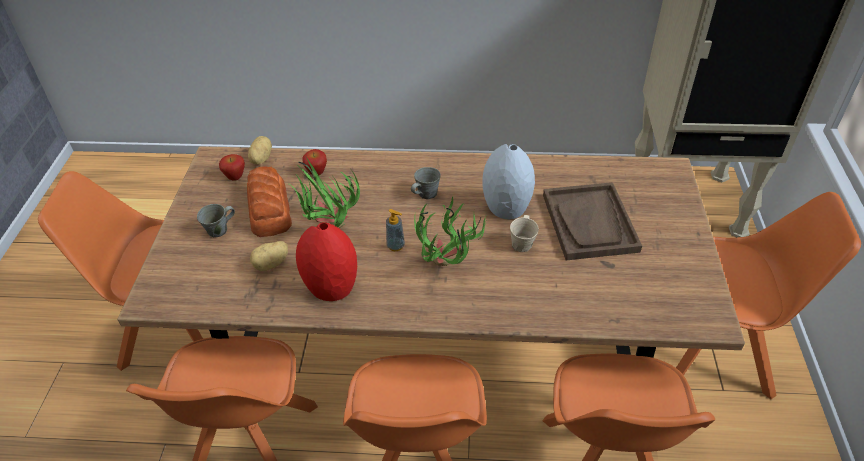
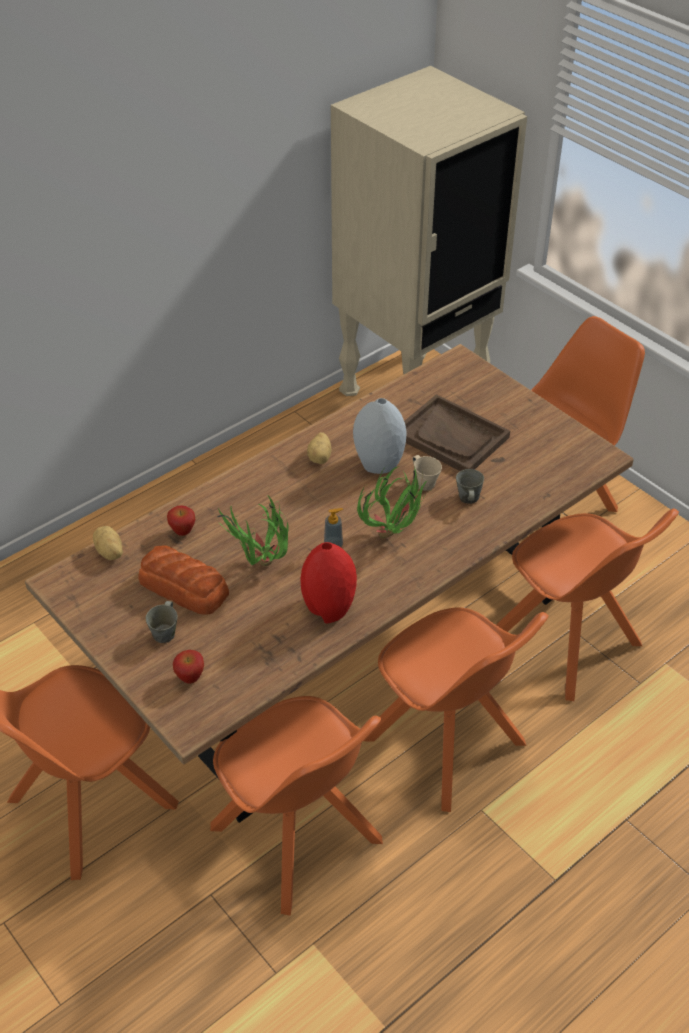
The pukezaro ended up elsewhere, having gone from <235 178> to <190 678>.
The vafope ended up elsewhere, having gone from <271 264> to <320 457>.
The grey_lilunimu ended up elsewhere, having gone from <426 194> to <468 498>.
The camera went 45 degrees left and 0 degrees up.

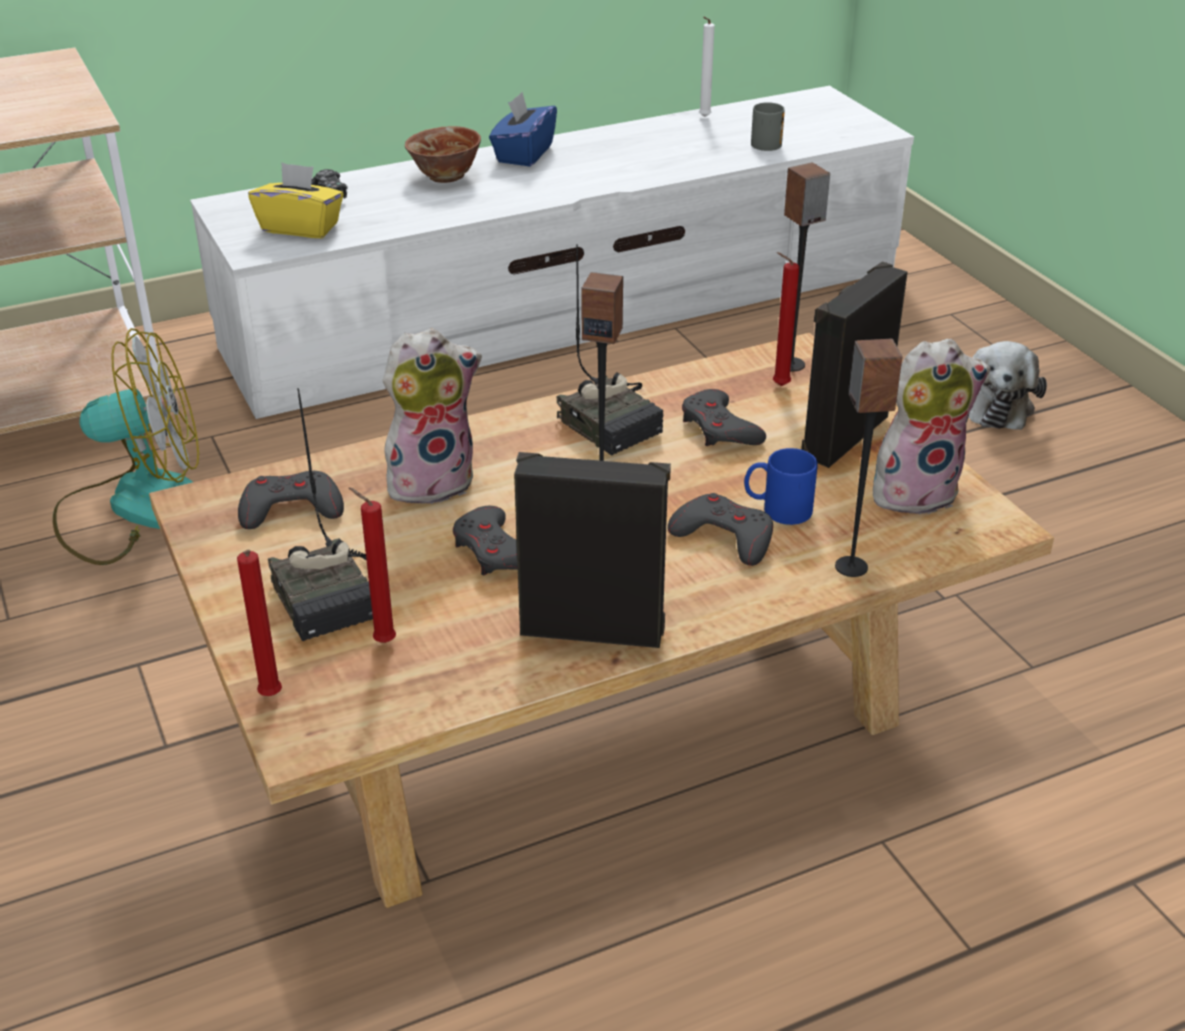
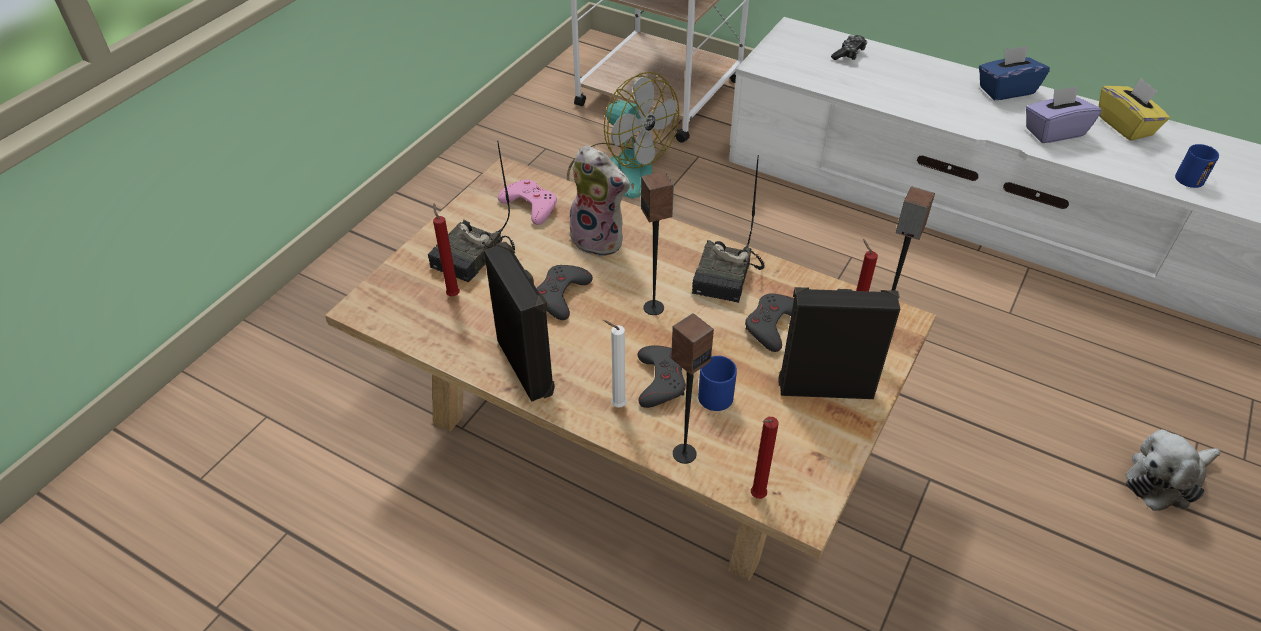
What was the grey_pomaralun at <290 508> turned into the pink_pomaralun at <530 205>.
The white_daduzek ended up elsewhere, having gone from <703 117> to <616 405>.
The red_daduzek ended up elsewhere, having gone from <270 698> to <756 497>.
The second view gained the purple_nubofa at <1053 132>.
The yellow_nubofa ended up elsewhere, having gone from <300 227> to <1125 125>.
What was the grey_lilunimu at <764 142> turned into the blue_lilunimu at <1192 176>.
The second view lost the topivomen at <445 176>.
The second view lost the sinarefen at <915 491>.
The camera went 55 degrees right and 10 degrees up.

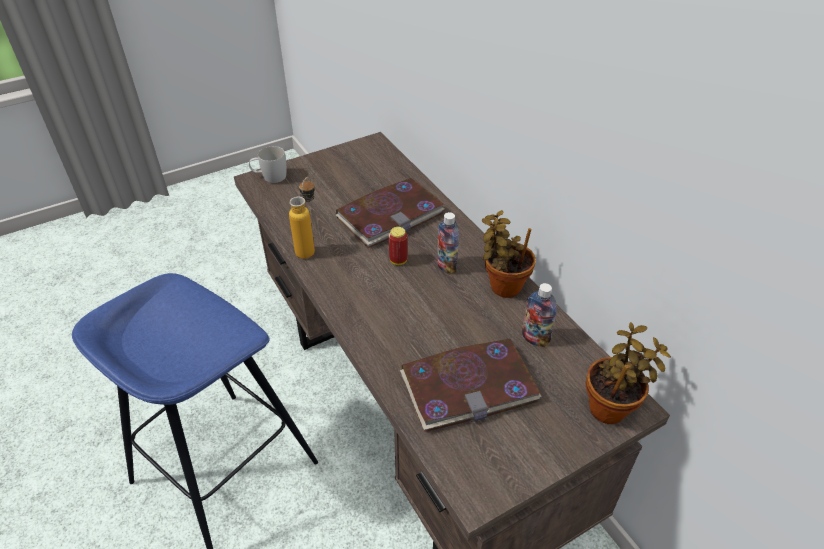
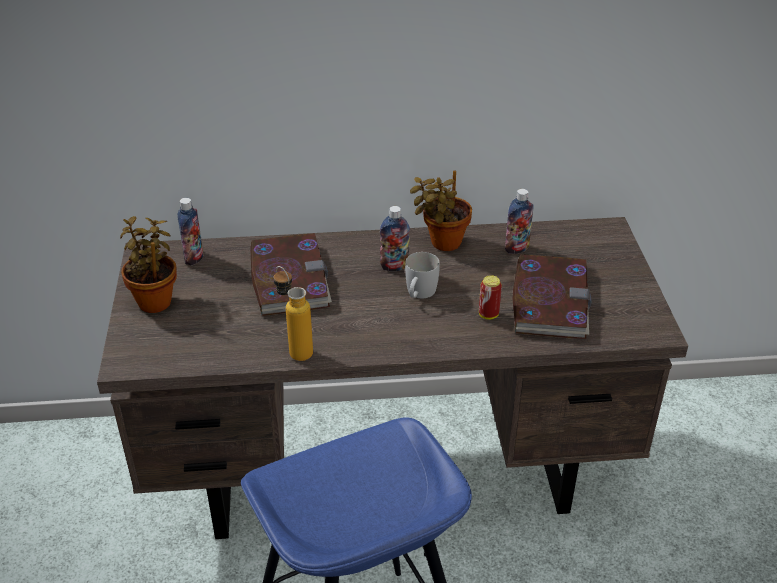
The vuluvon ended up elsewhere, having gone from <611 407> to <155 300>.
The second view gained the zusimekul at <194 258>.
The white_lilunimu ended up elsewhere, having gone from <269 177> to <419 294>.
The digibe ended up elsewhere, having gone from <398 260> to <488 315>.
The camera went 65 degrees left and 5 degrees down.

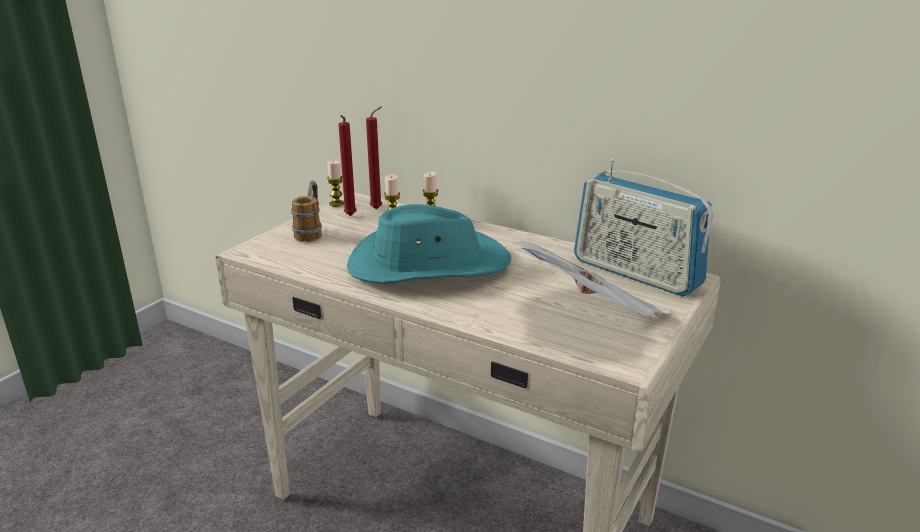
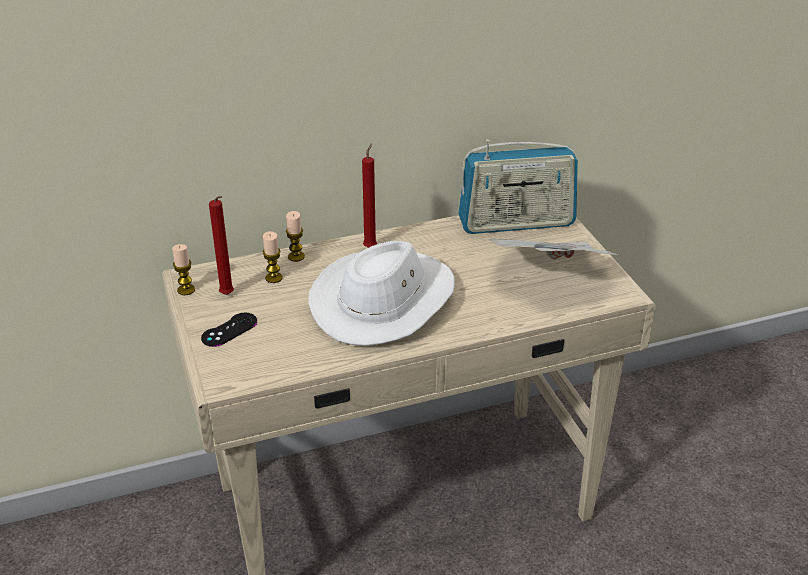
Where the lilunimu stood at <311 231>, the black_pomaralun came to stand at <229 330>.
What was the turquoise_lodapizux at <428 264> turned into the white_lodapizux at <384 300>.
The red_daduzek ended up elsewhere, having gone from <378 209> to <371 247>.
The camera went 50 degrees left and 10 degrees up.

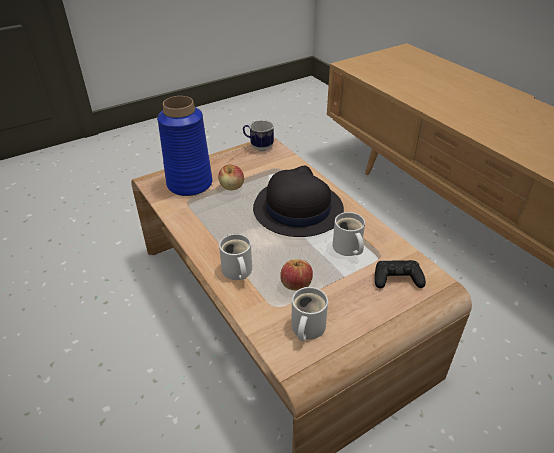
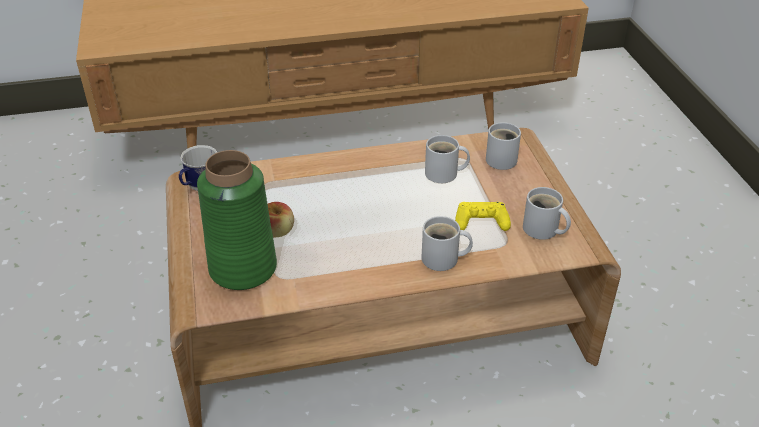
What was the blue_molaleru at <190 184> turned into the green_molaleru at <243 268>.
Where the pukezaro stood at <296 284>, the yellow_pomaralun came to stand at <481 222>.
Where the black_pomaralun stood at <397 279>, the white_lilunimu came to stand at <501 158>.
The second view lost the black_lodapizux at <297 209>.
The camera went 70 degrees left and 0 degrees up.

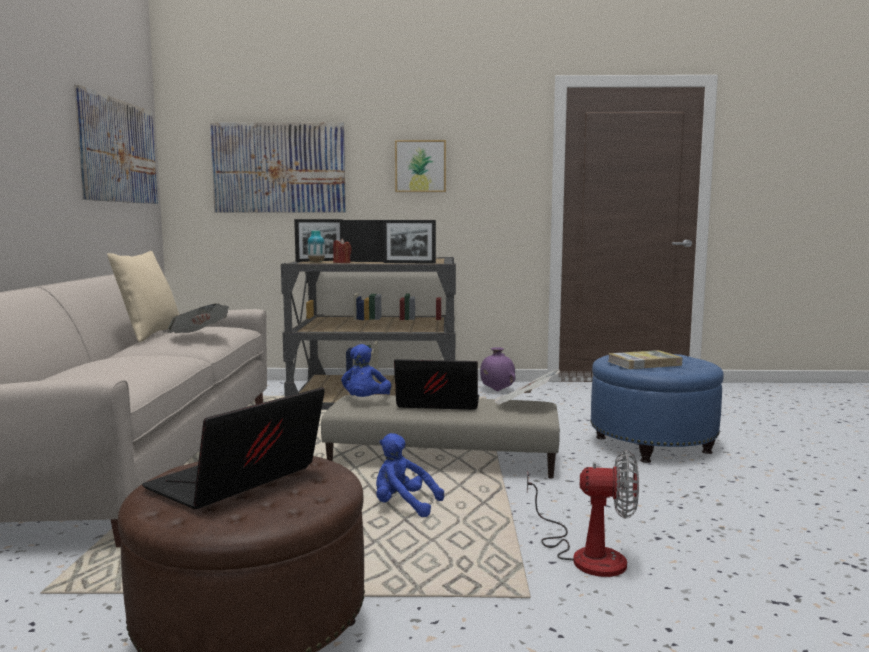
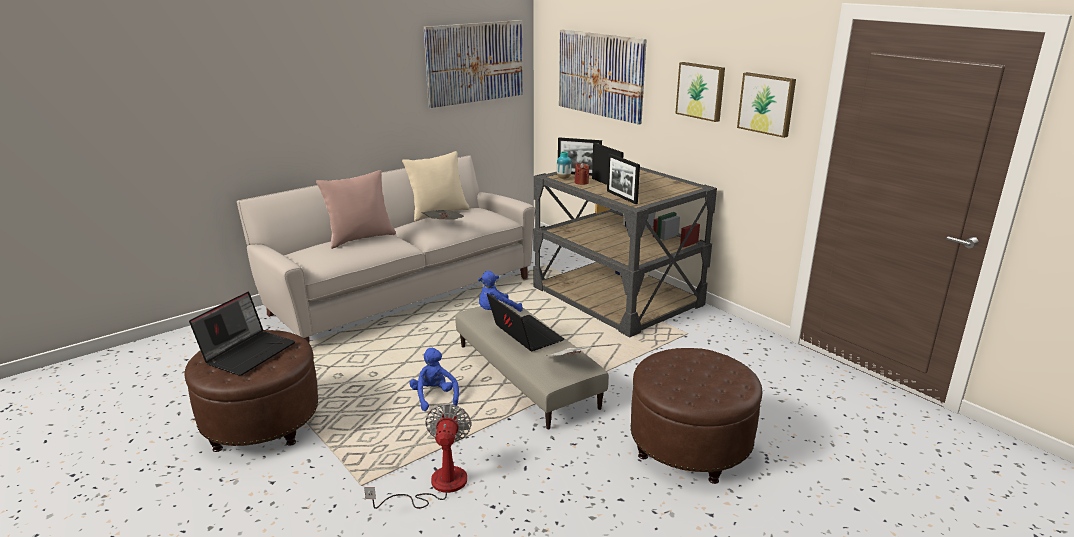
The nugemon at <236 482> ended up facing another way, 120 degrees clockwise from before.
The second view gained the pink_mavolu at <360 238>.
The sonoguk at <586 554> ended up facing another way, 150 degrees counterclockwise from before.
What was the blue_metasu at <652 444> turned into the brown_metasu at <690 447>.
The second view gained the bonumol at <767 104>.
The second view lost the purple_molaleru at <496 391>.
The second view lost the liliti at <644 363>.
The camera went 50 degrees right and 15 degrees up.

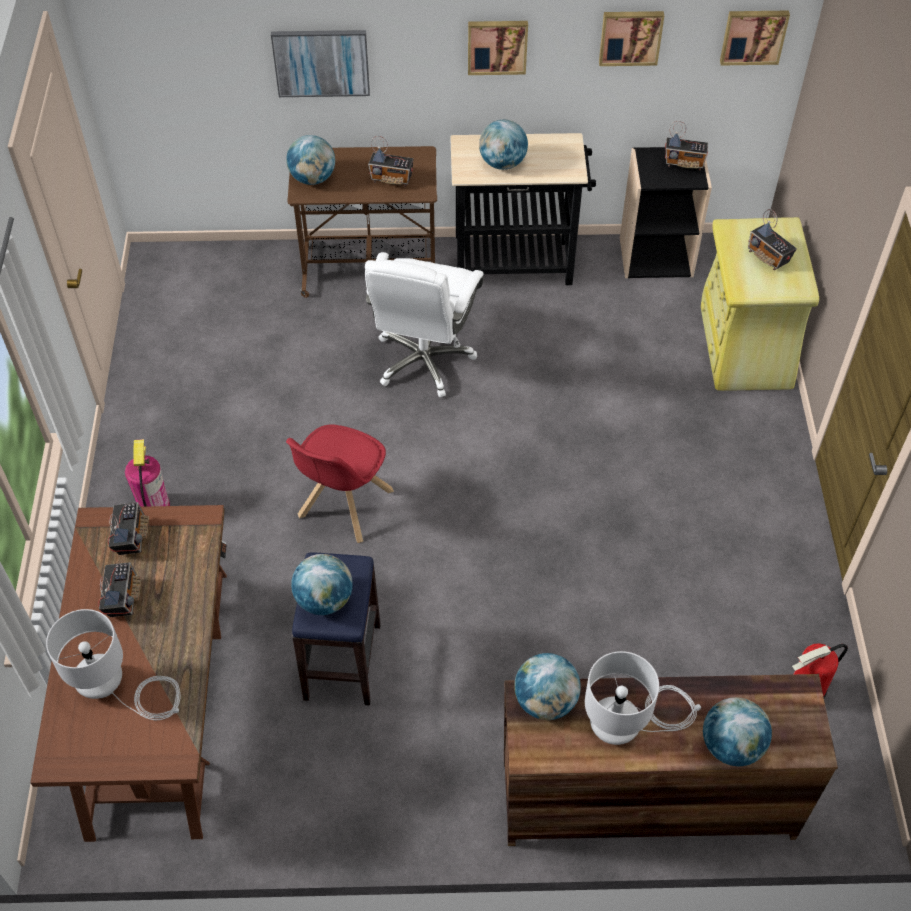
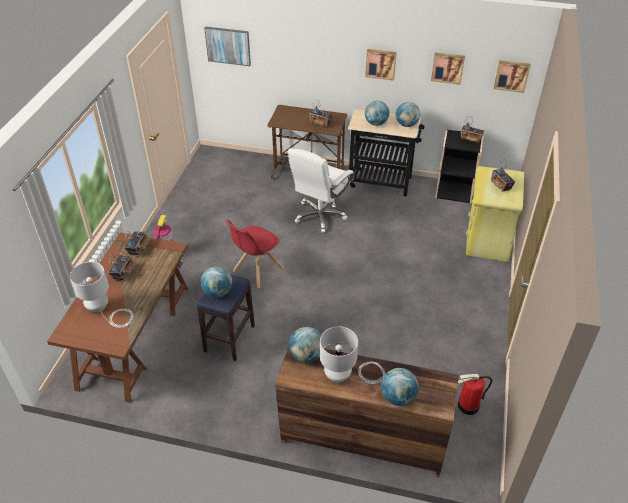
The bonumol ended up elsewhere, having gone from <321 62> to <228 45>.
The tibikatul ended up elsewhere, having gone from <312 178> to <406 125>.
The camera went 15 degrees right and 10 degrees down.

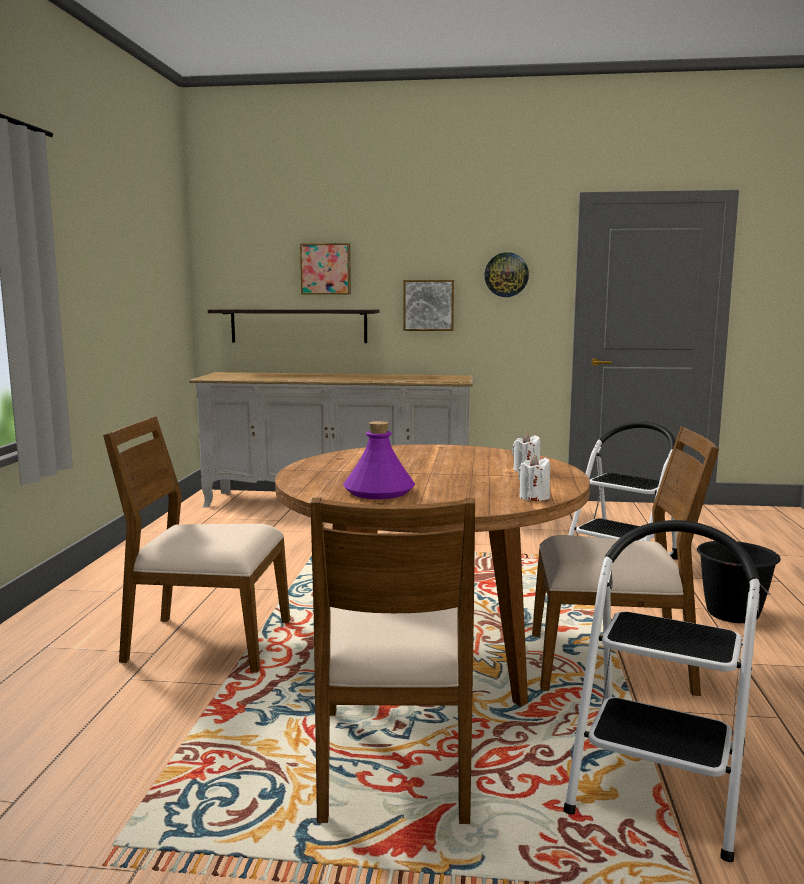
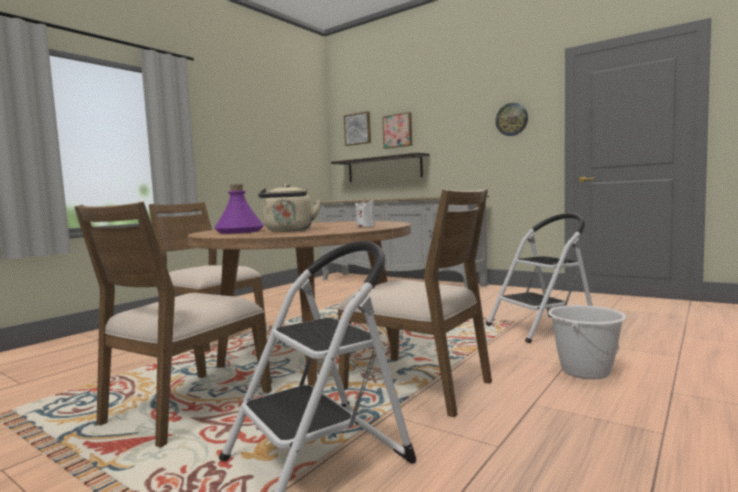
The second view gained the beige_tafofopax at <289 231>.
The bonumol ended up elsewhere, having gone from <428 305> to <358 129>.
What was the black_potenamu at <732 613> turned into the white_potenamu at <585 371>.
The second view lost the white_daduzek at <534 497>.
The camera went 30 degrees right and 5 degrees down.

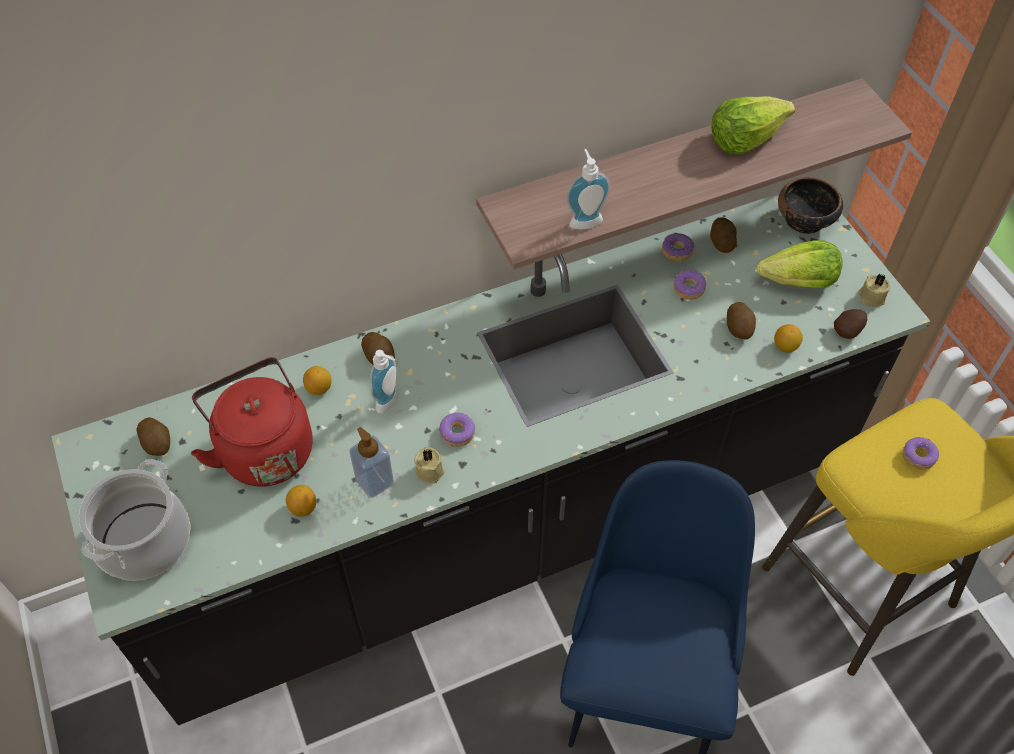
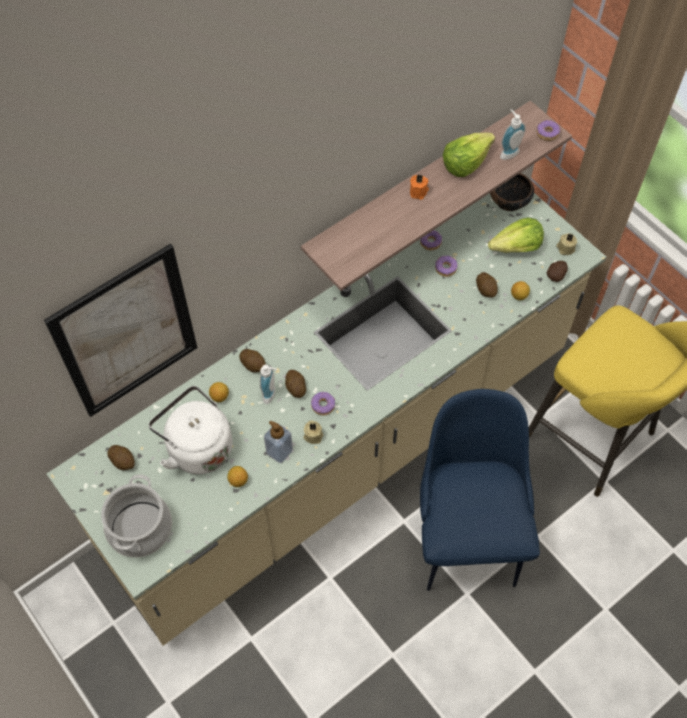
The second view gained the bonumol at <127 333>.
What was the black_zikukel at <507 528> turned into the beige_zikukel at <343 454>.
What was the red_tafofopax at <263 448> turned into the white_tafofopax at <197 447>.
The vafope ended up elsewhere, having gone from <721 242> to <295 387>.
The second view gained the orange_daduzek at <419 192>.
The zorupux ended up elsewhere, having gone from <584 219> to <508 152>.
The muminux ended up elsewhere, having gone from <918 456> to <547 133>.
The camera went 15 degrees left and 5 degrees up.

